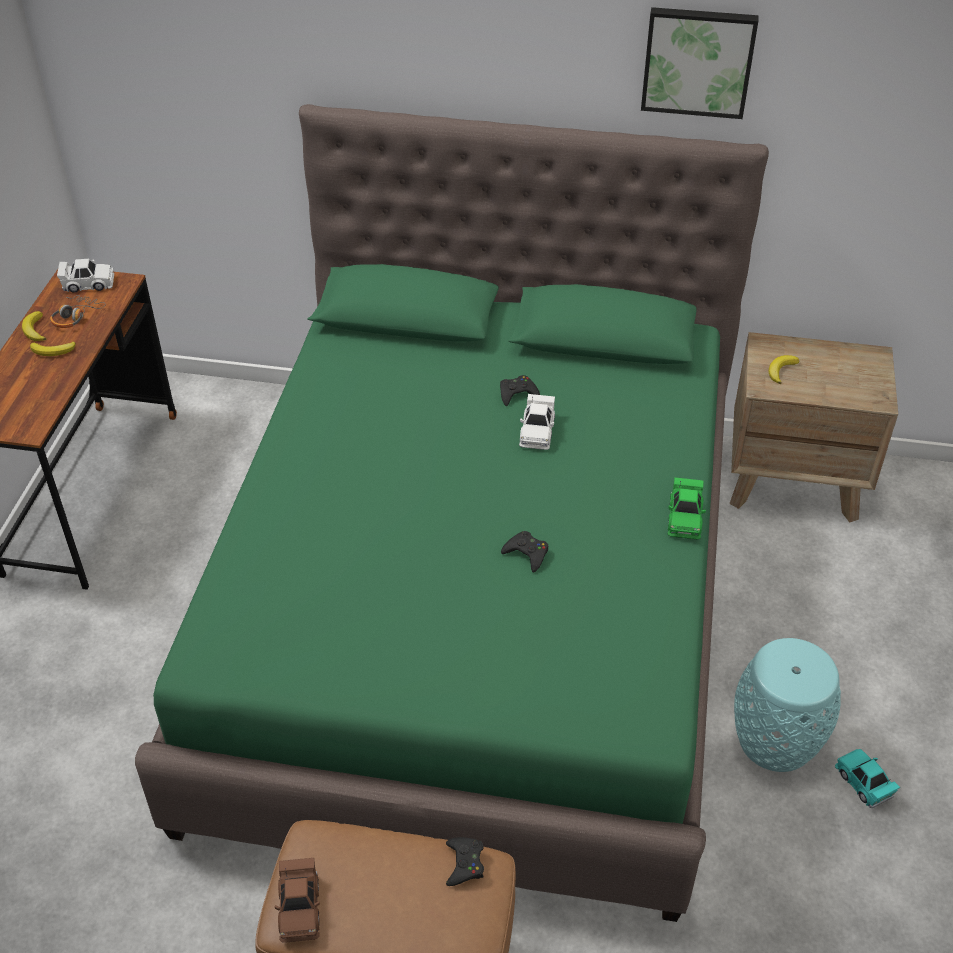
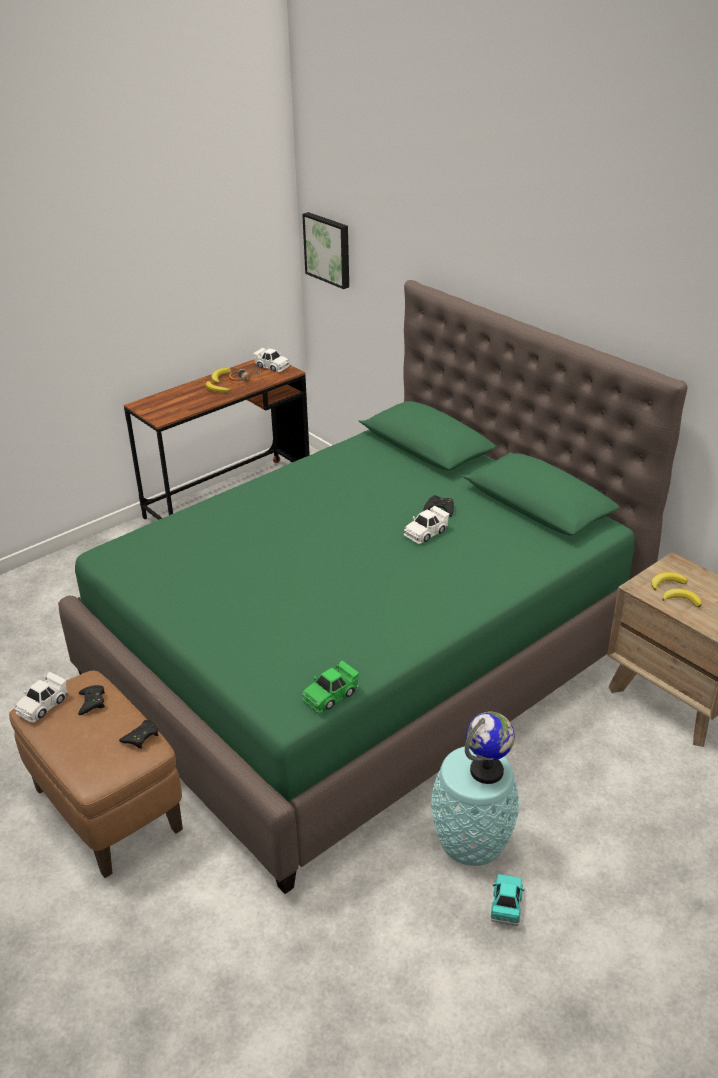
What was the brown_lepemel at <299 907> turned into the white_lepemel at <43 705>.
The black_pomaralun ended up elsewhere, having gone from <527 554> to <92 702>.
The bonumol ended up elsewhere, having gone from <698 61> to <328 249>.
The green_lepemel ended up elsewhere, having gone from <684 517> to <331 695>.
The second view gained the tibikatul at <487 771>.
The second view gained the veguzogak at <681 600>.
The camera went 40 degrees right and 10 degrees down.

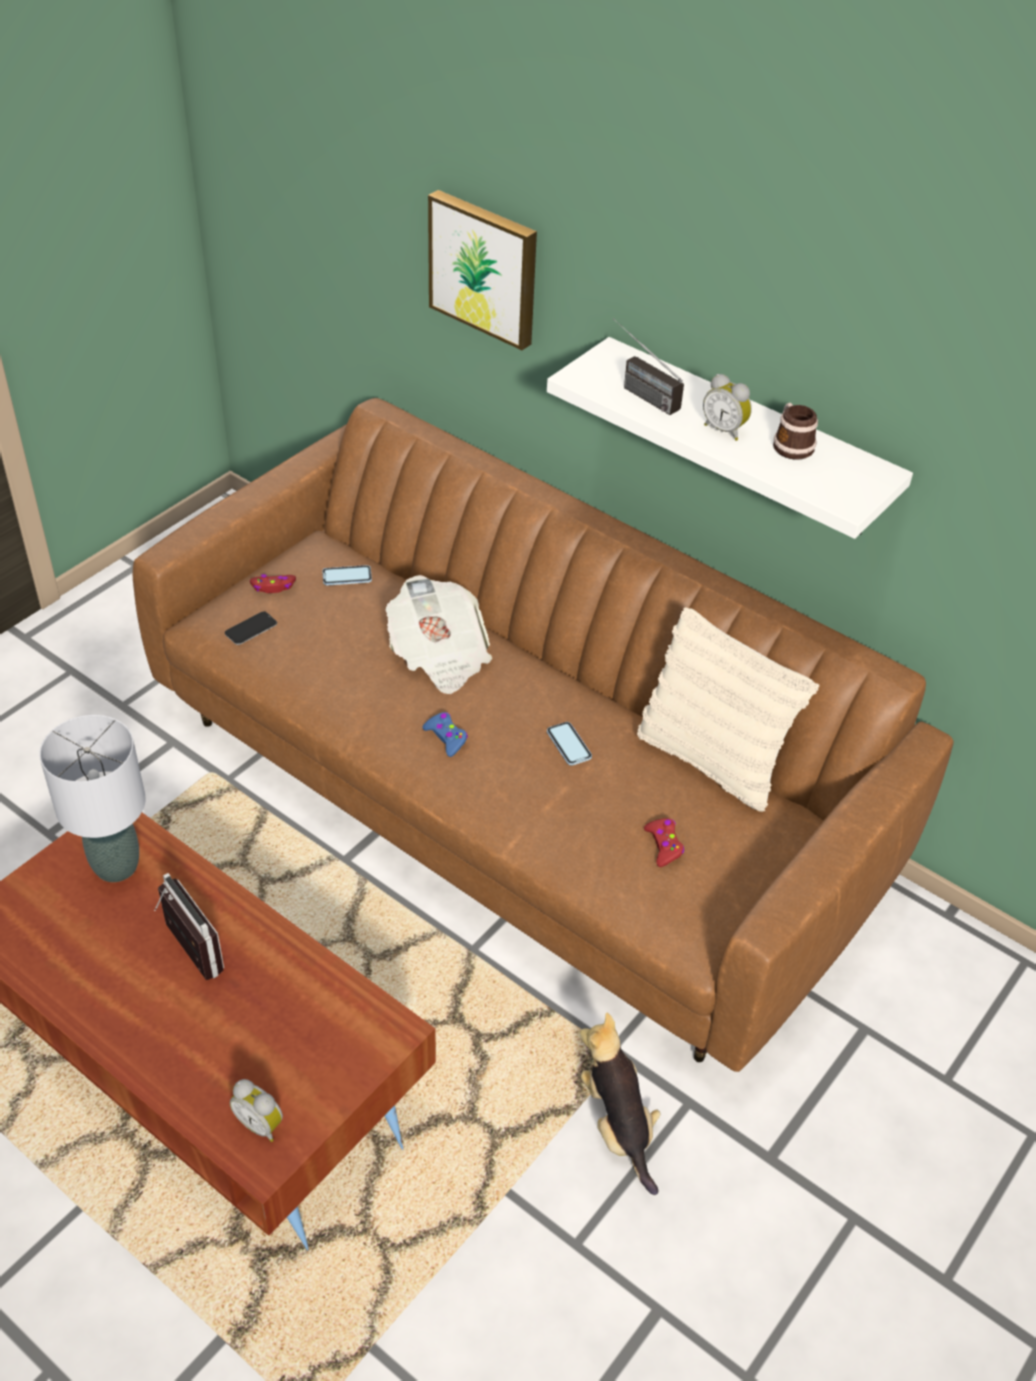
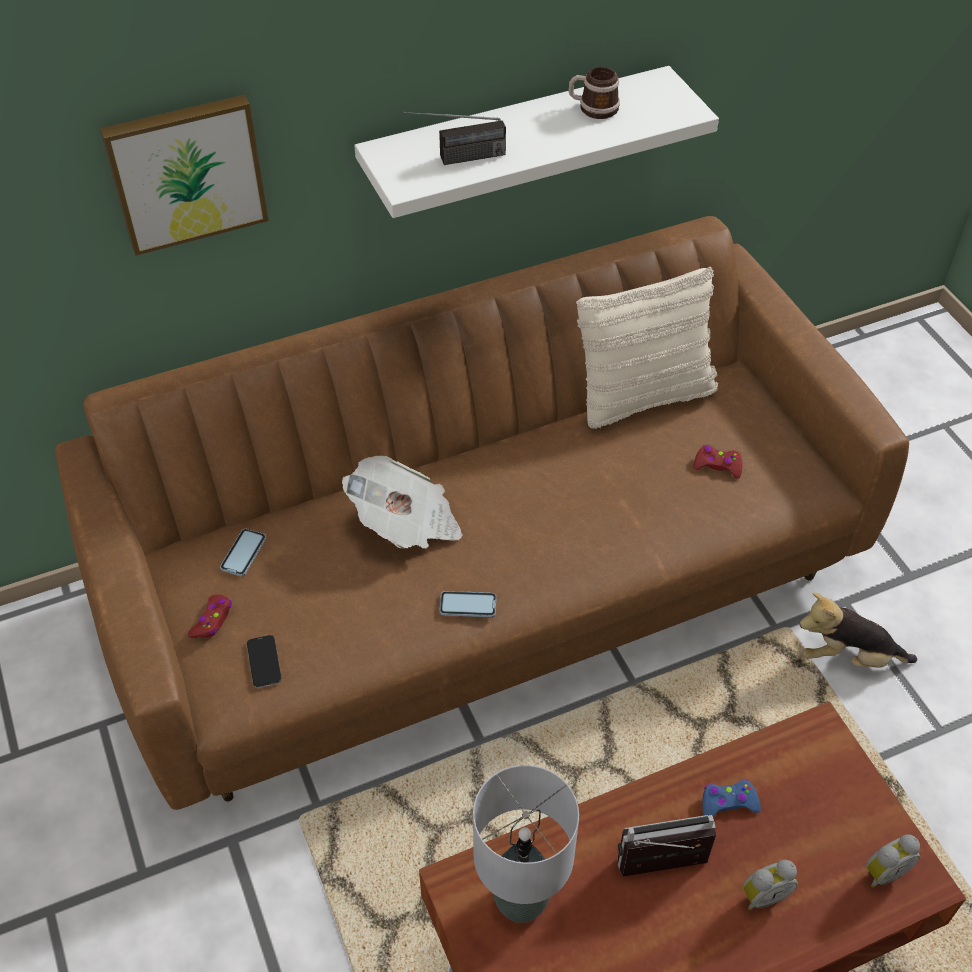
The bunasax ended up elsewhere, having gone from <569 745> to <468 605>.
The blue_pomaralun ended up elsewhere, having gone from <446 737> to <728 803>.
The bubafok ended up elsewhere, having gone from <725 430> to <763 894>.
The camera went 60 degrees left and 5 degrees up.

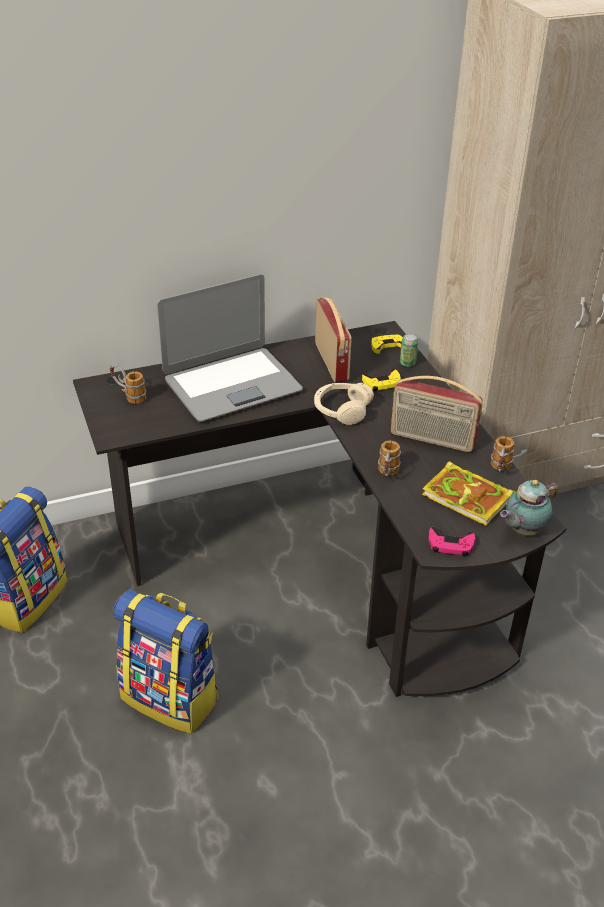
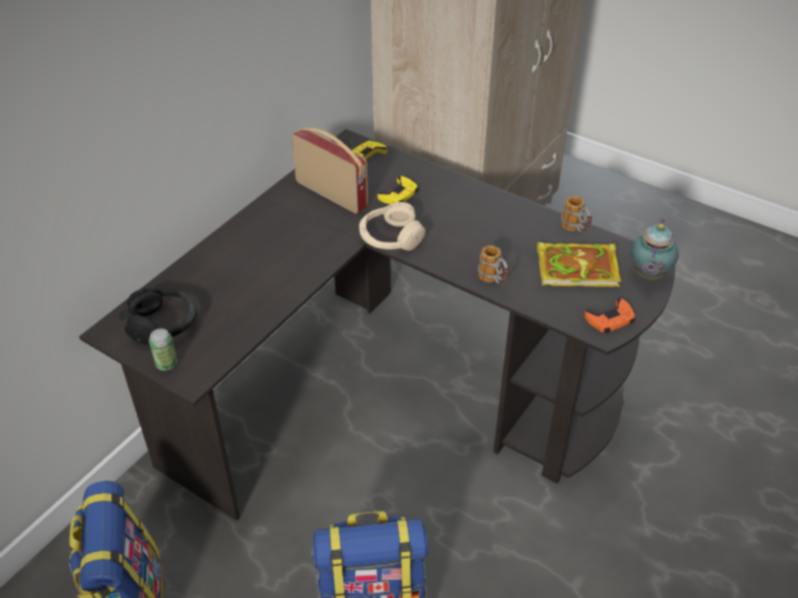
Where the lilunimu stood at <128 395>, the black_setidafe came to stand at <164 324>.
The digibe ended up elsewhere, having gone from <407 363> to <166 364>.
What was the pink_pomaralun at <450 545> turned into the orange_pomaralun at <610 319>.
The second view lost the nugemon at <232 385>.
The second view lost the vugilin at <432 439>.
The camera went 35 degrees left and 5 degrees up.

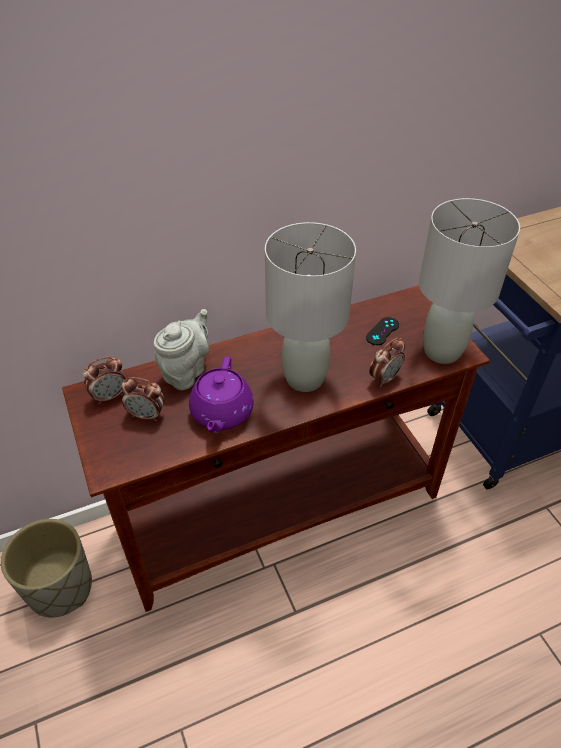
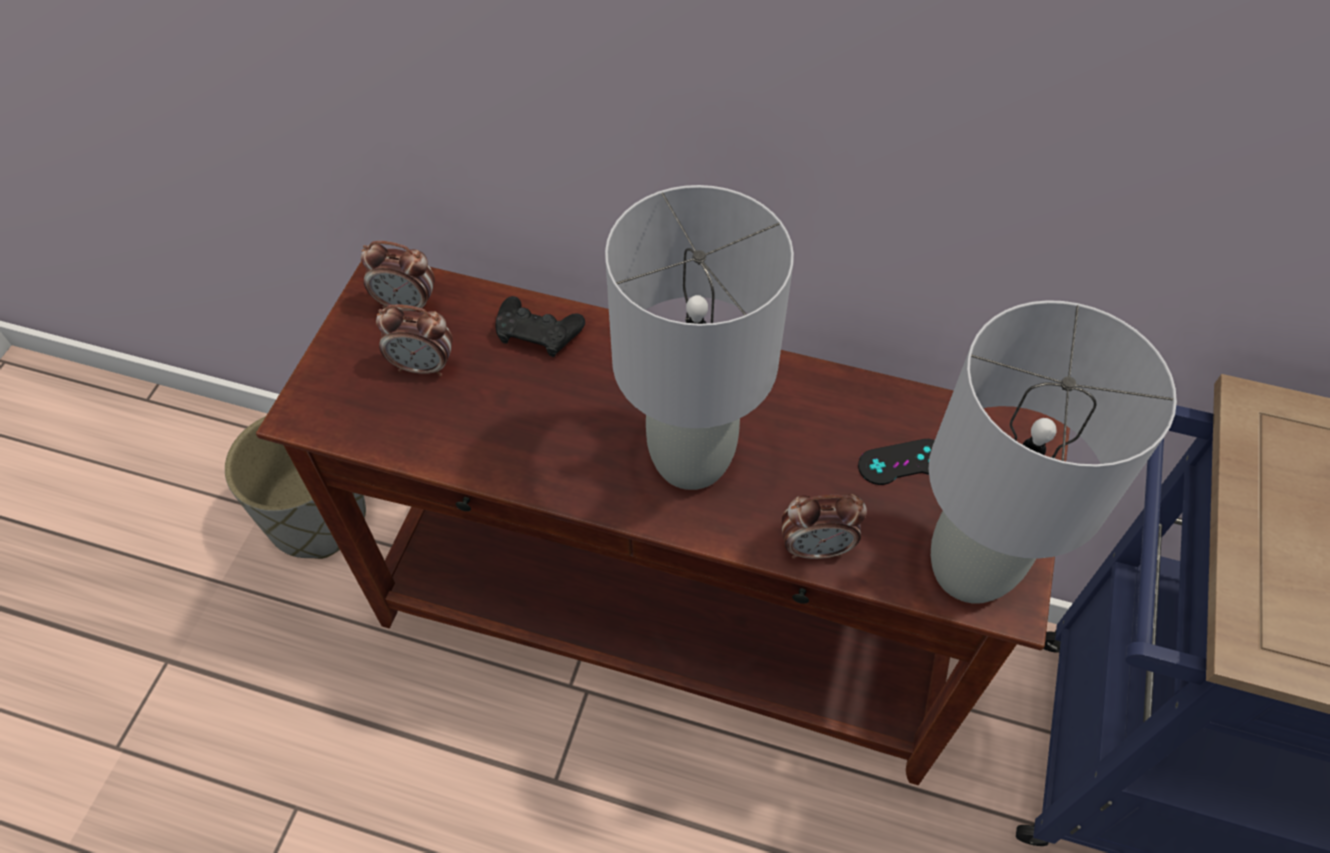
The bubafok at <147 415> ended up facing another way, 45 degrees counterclockwise from before.
Where the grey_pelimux stood at <186 371>, the black_pomaralun came to stand at <538 332>.
The second view lost the purple_pelimux at <221 413>.
The camera went 40 degrees right and 10 degrees up.

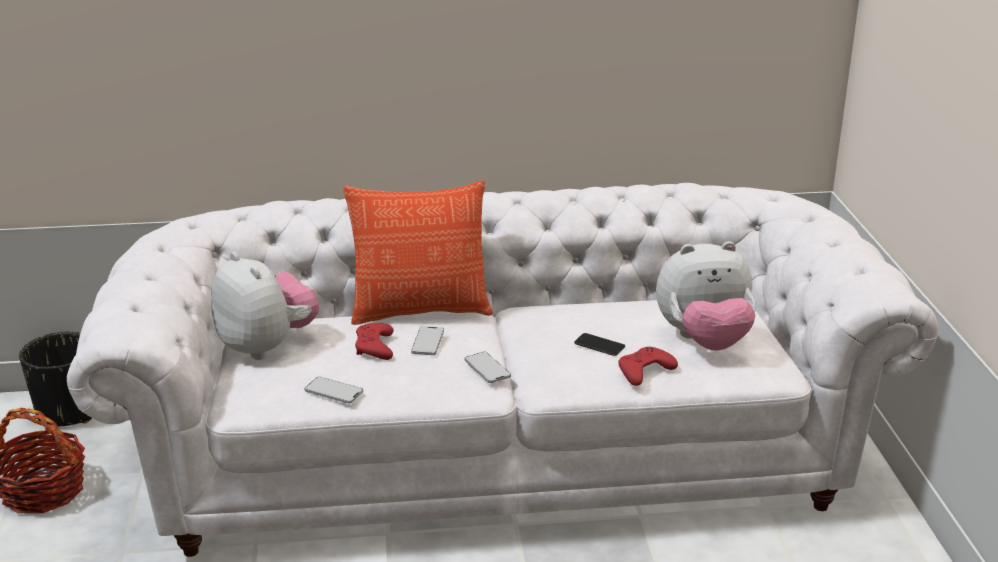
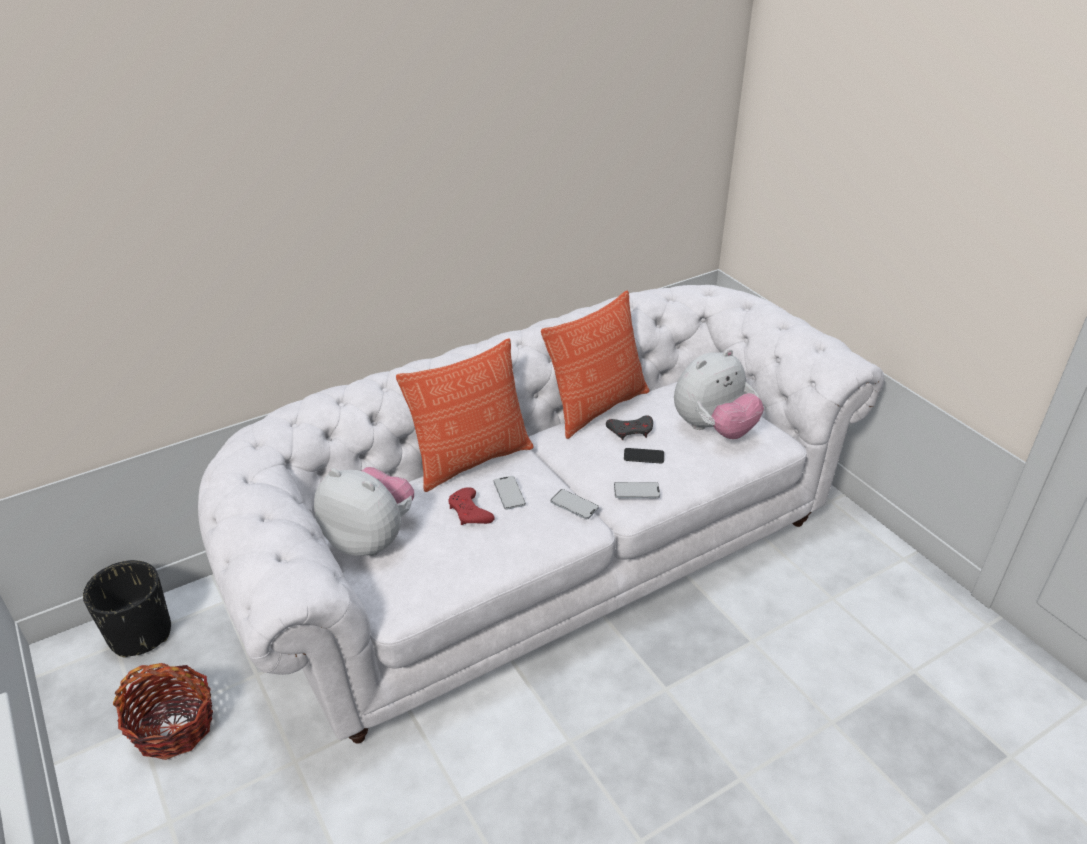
The second view gained the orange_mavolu at <597 408>.
The second view gained the grey_pomaralun at <631 430>.
The bunasax ended up elsewhere, having gone from <334 391> to <636 491>.
The second view lost the red_pomaralun at <644 370>.
The camera went 25 degrees left and 10 degrees up.

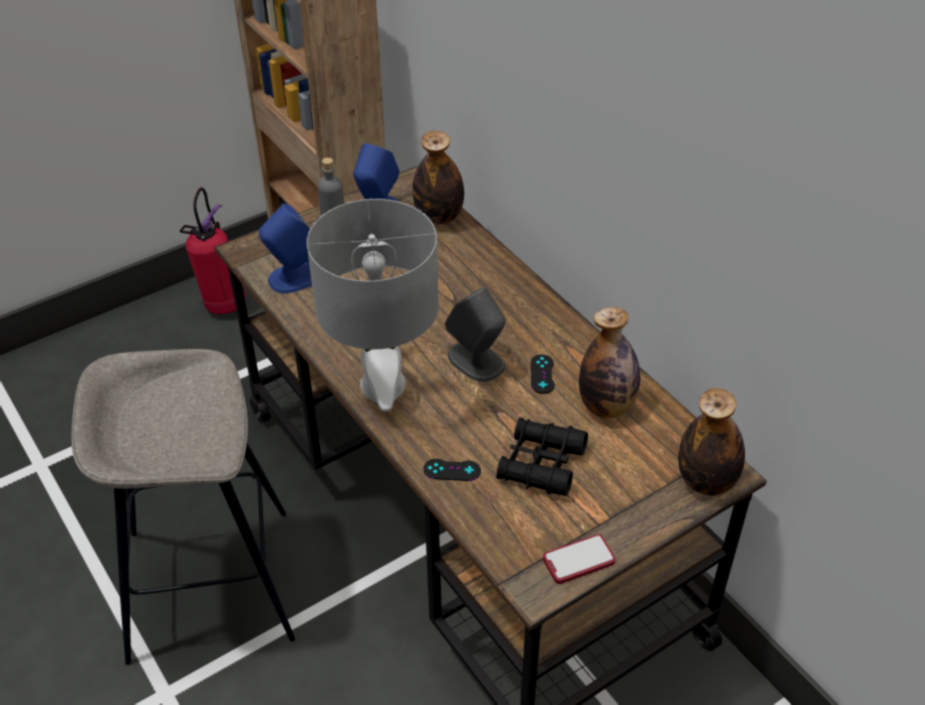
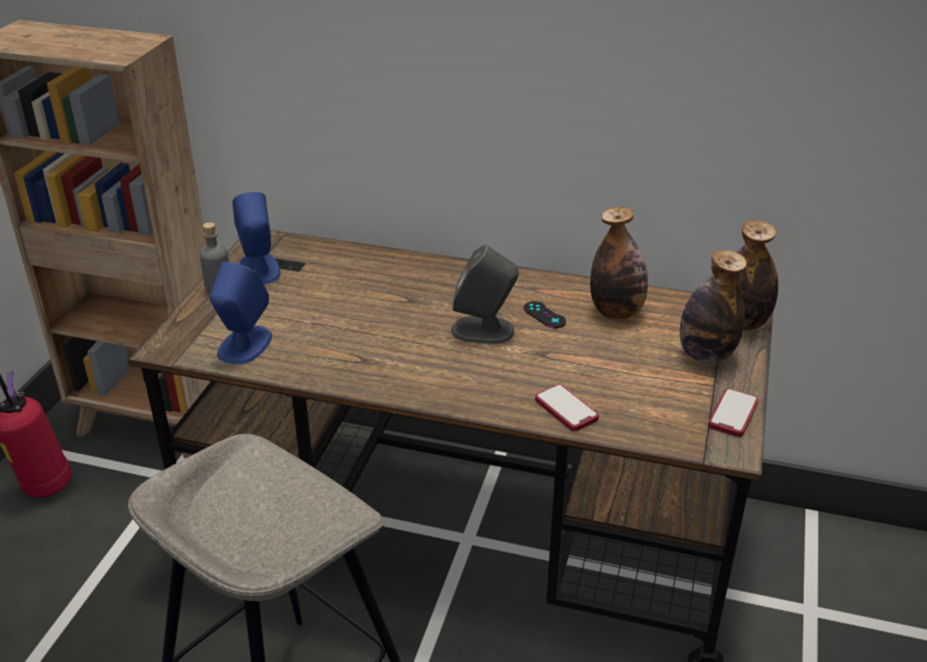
Where the black_pomaralun stood at <452 470>, the bunasax came to stand at <566 409>.
The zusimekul ended up elsewhere, having gone from <439 217> to <705 355>.
The second view lost the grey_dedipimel at <383 387>.
The second view lost the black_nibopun at <541 464>.
The camera went 40 degrees left and 10 degrees down.

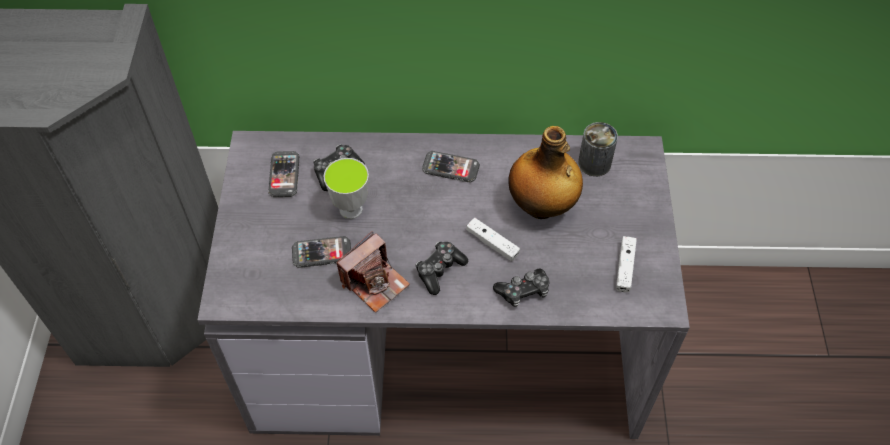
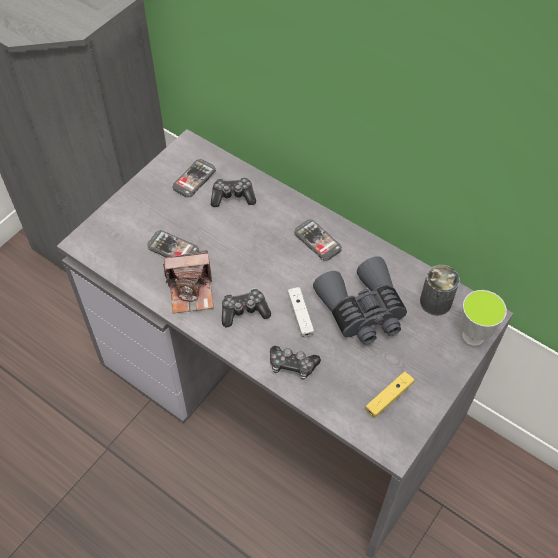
Where the zusimekul stood at <541 206>, the grey_nibopun came to stand at <362 310>.
What was the white_pomaralun at <625 267> turned into the yellow_pomaralun at <389 397>.
The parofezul ended up elsewhere, having gone from <351 209> to <473 336>.
The camera went 35 degrees right and 0 degrees up.

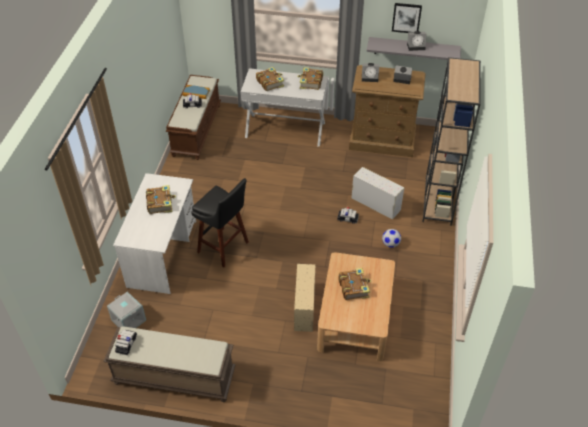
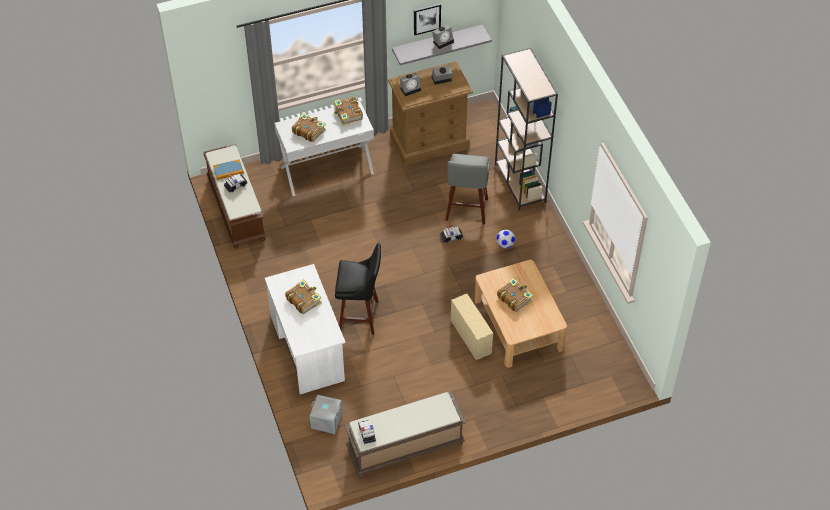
Where the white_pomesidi stood at <375 203>, the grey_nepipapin came to stand at <466 211>.
The camera went 30 degrees left and 5 degrees up.

